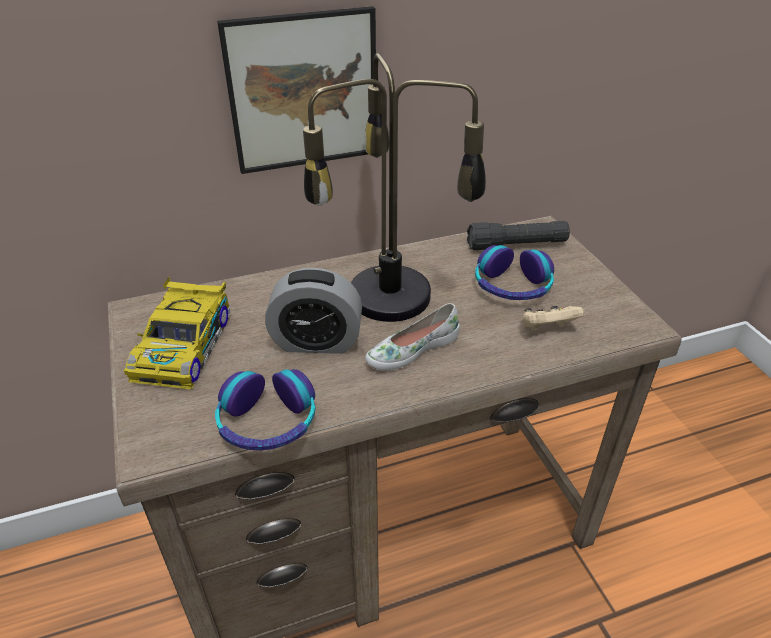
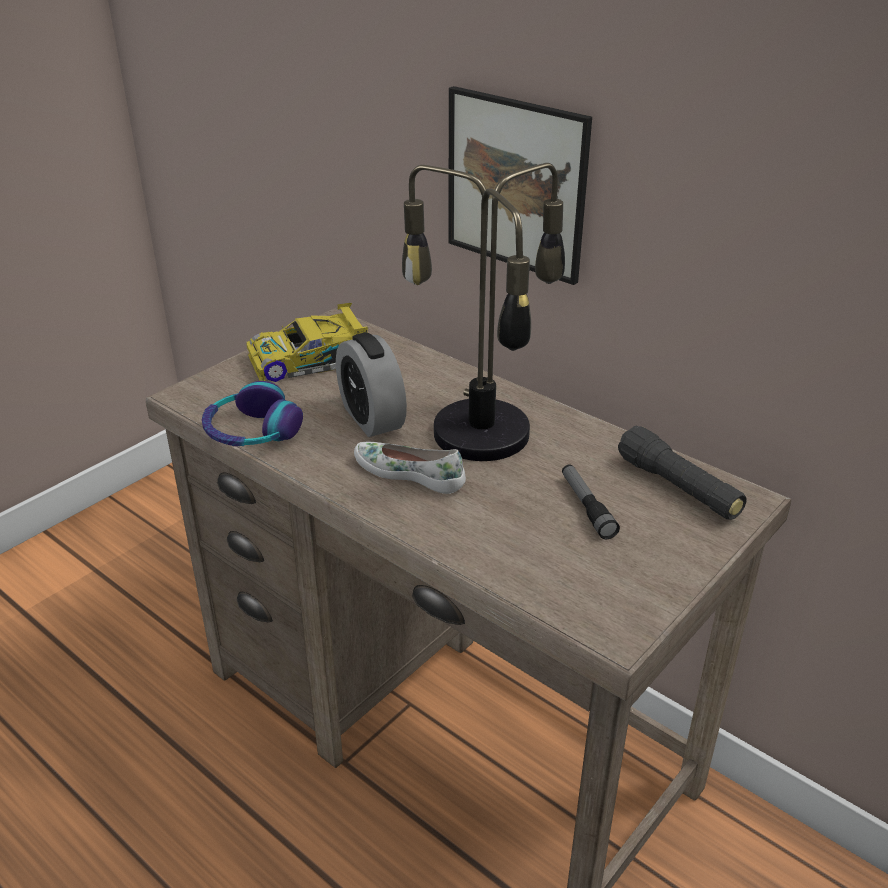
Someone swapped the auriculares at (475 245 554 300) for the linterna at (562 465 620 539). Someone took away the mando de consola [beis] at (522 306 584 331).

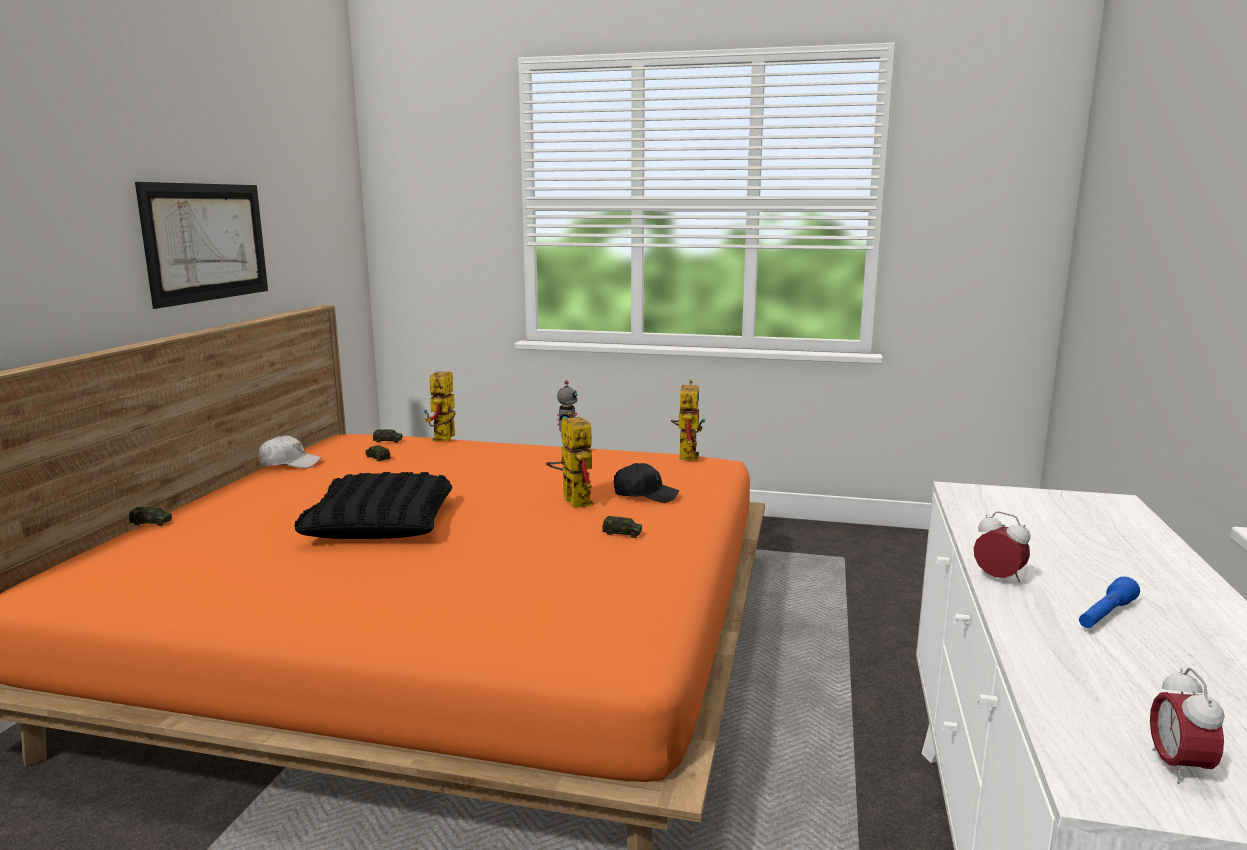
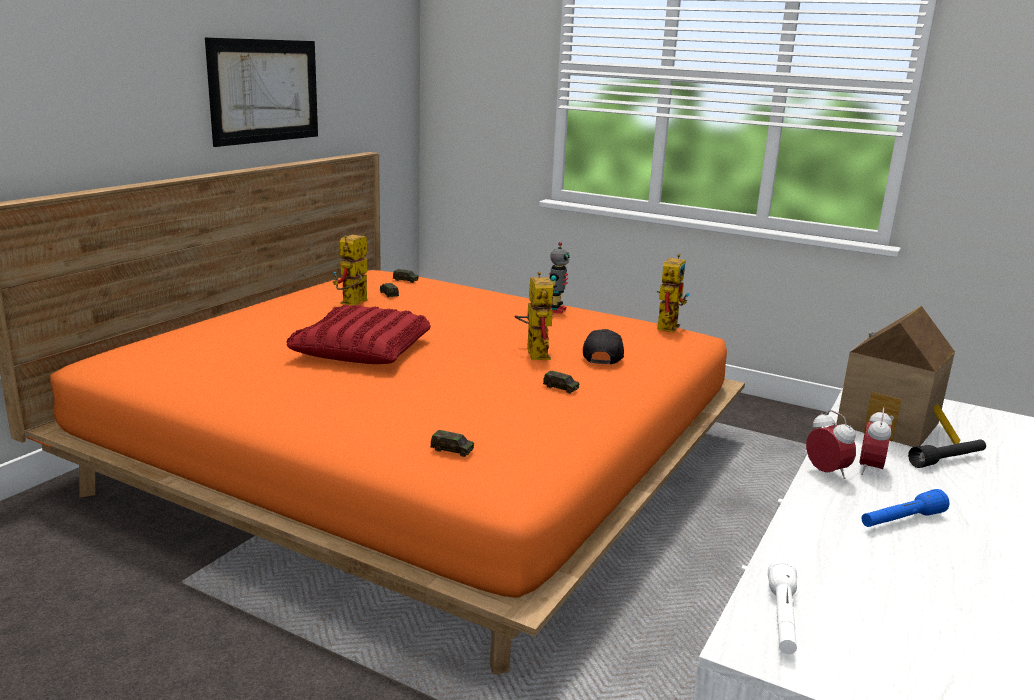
Someone carried the coche de juguete from (129 507 172 526) to (430 430 474 457). Someone took away the gorra [blanco] at (258 436 321 468). Someone repainted the cojín [negro] at (295 472 452 539), which became the cojín [rojo] at (287 305 431 364). Someone carried the robot de juguete from (424 371 456 441) to (333 235 367 305). Someone rotated the gorra [negro] at (614 463 679 503) by 105 degrees counterclockwise. Someone carried the despertador from (1150 667 1225 784) to (859 408 892 475). Someone put down the linterna [blanco] at (768 560 797 654). Someone put down the casita at (836 306 961 447). Someone put down the linterna [negro] at (908 439 986 468).

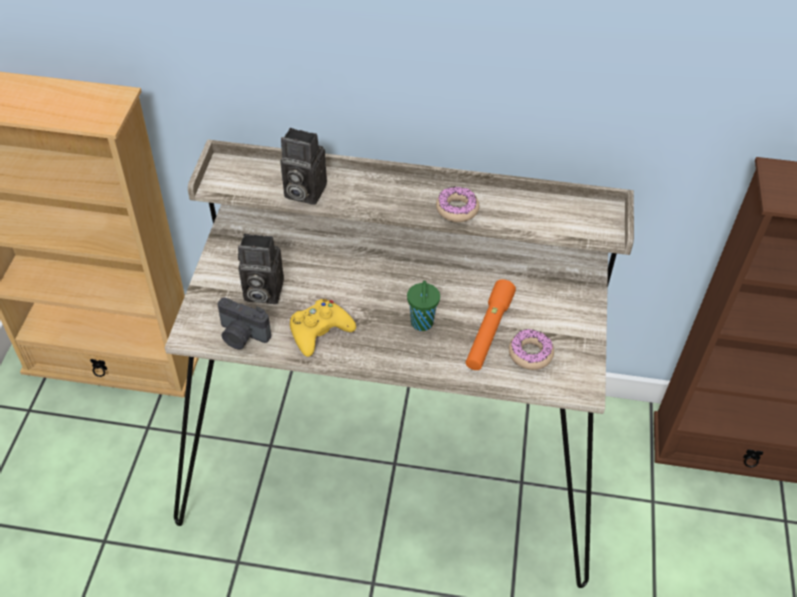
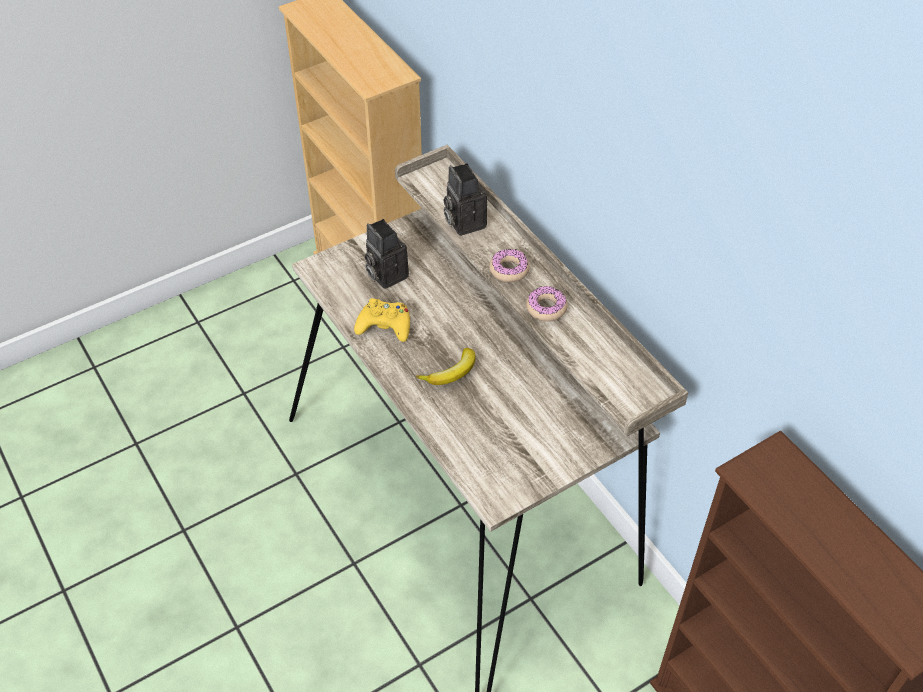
Someone took away the cámara at (217 297 271 349). Someone swapped the taza [verde] at (407 281 440 331) for the plátano at (416 348 475 385). Someone took away the linterna [naranja] at (466 279 516 370). Someone carried the rosquilla from (509 329 554 370) to (489 249 529 282).

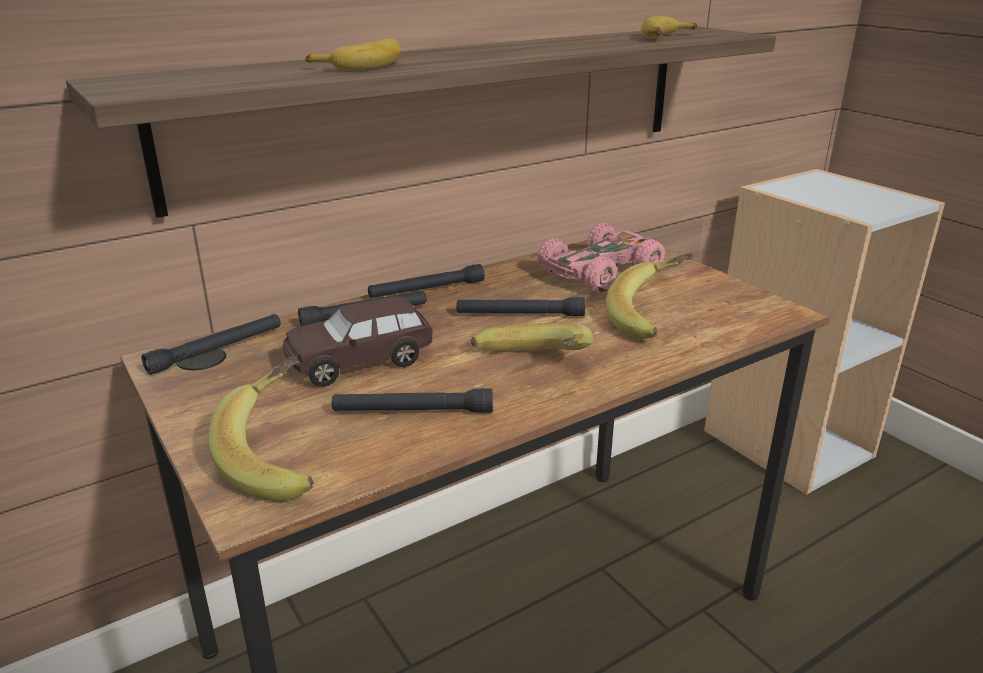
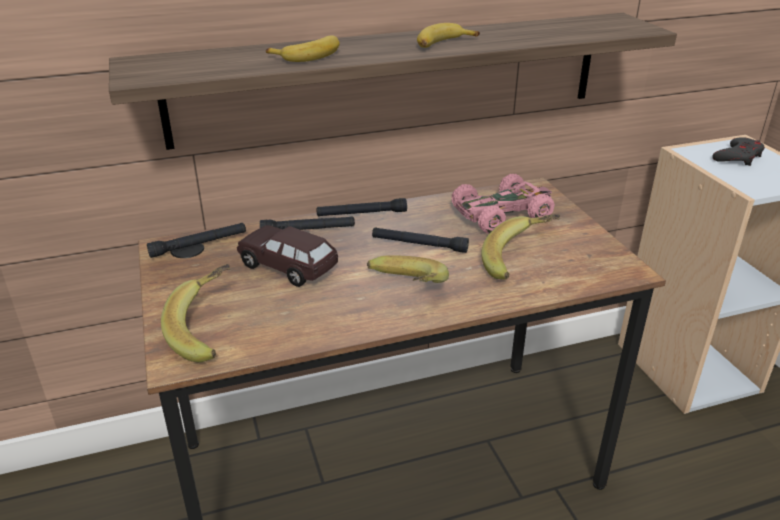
Someone rotated the coche de juguete [marrón] at (283 296 433 387) by 45 degrees clockwise. Someone took away the linterna [negro] at (332 388 493 413). Someone carried the plátano from (641 16 697 39) to (417 23 480 48). Someone put down the mando de consola [gris] at (712 137 765 166).

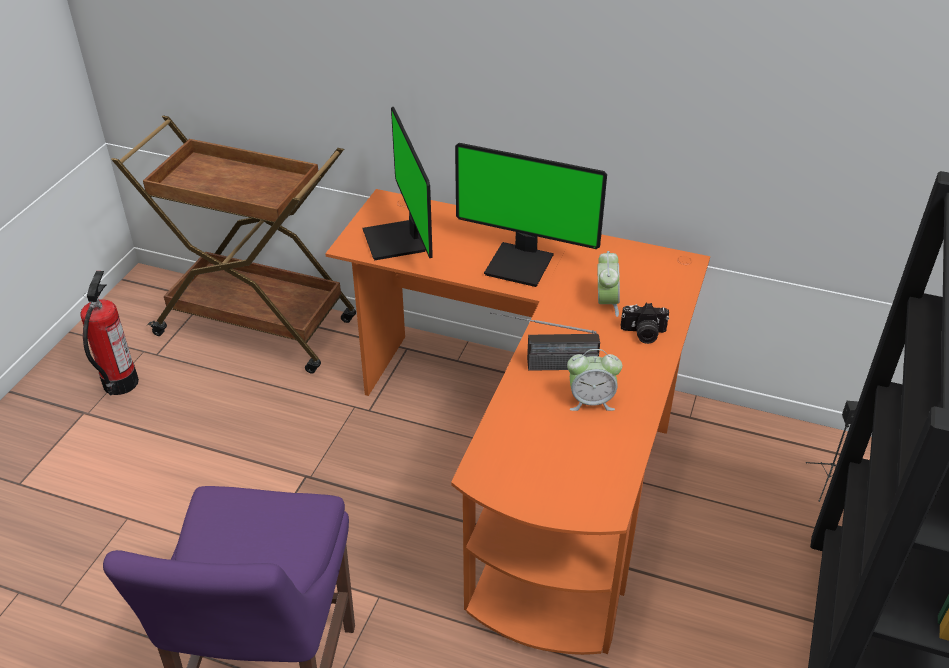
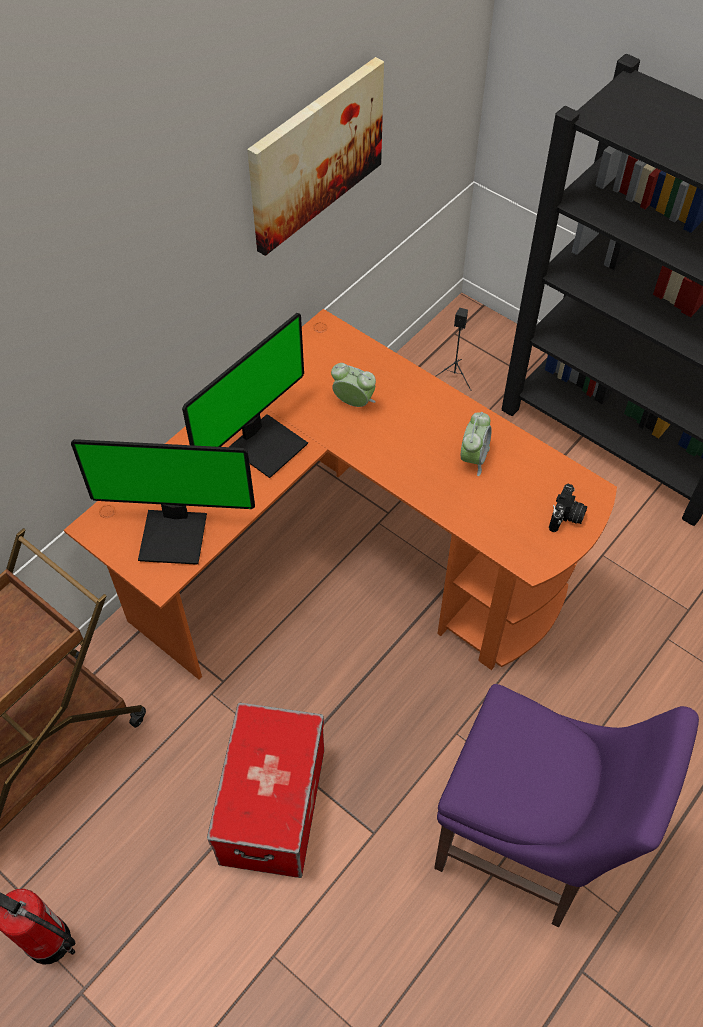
Someone took away the radio at (490 312 600 371). Someone carried the cámara from (621 303 669 344) to (549 484 587 532). Someone put down the caja de almacenaje at (207 703 324 878). Someone put up the cuadro at (247 57 384 256).

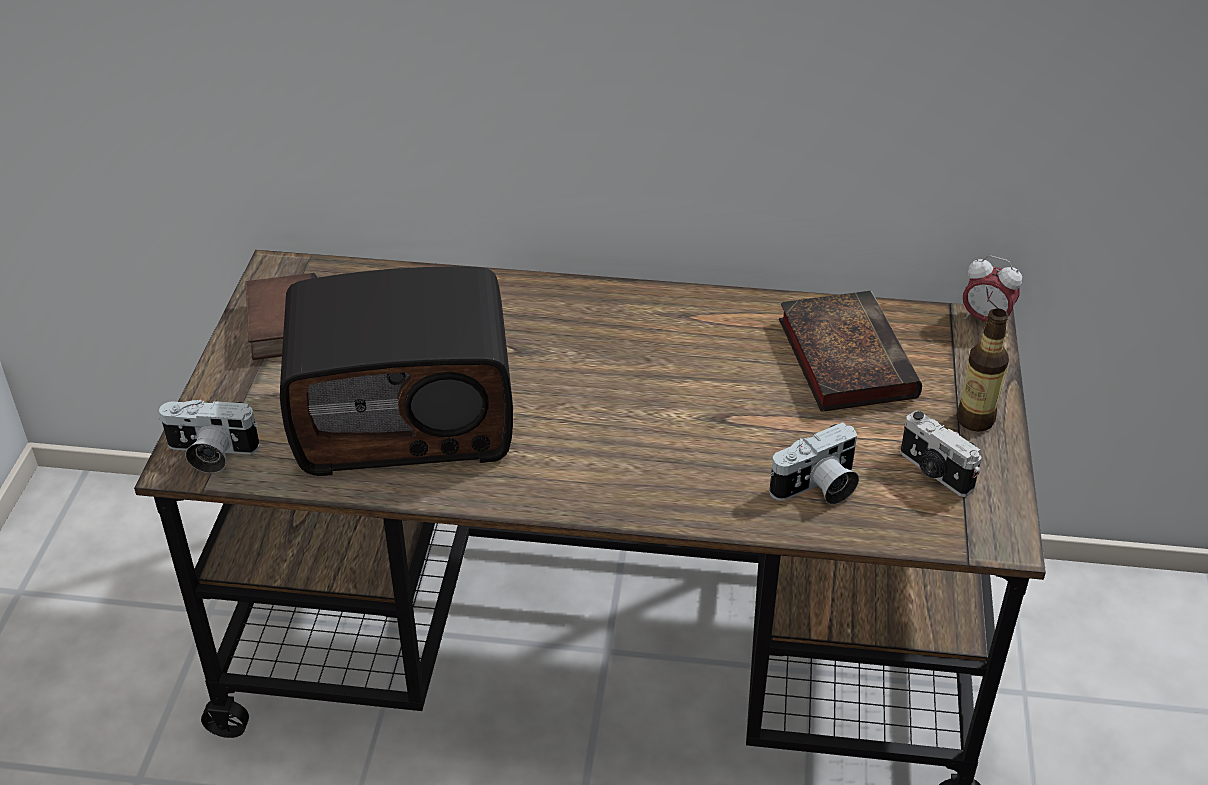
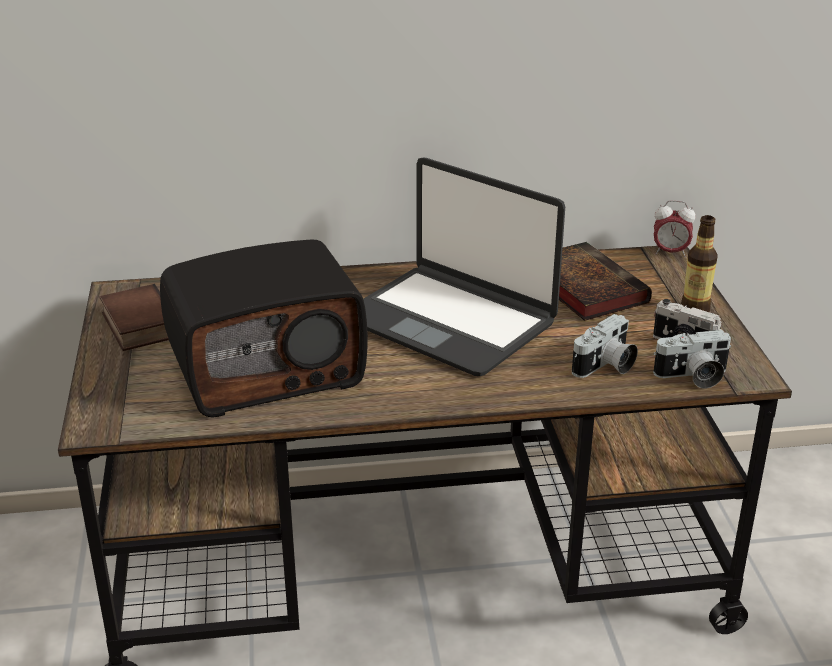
Someone carried the cámara from (159 399 260 473) to (653 330 731 388). Someone put down the portátil at (363 158 565 376).

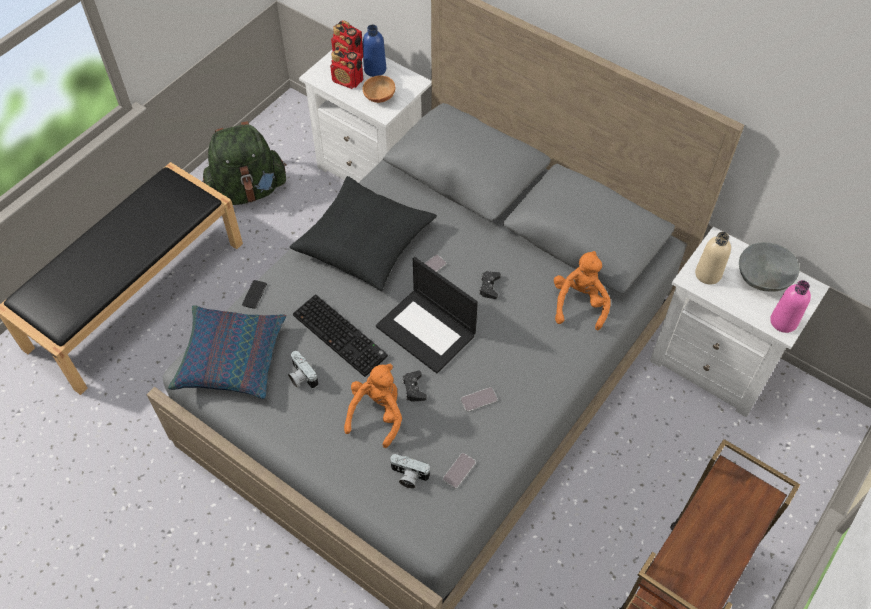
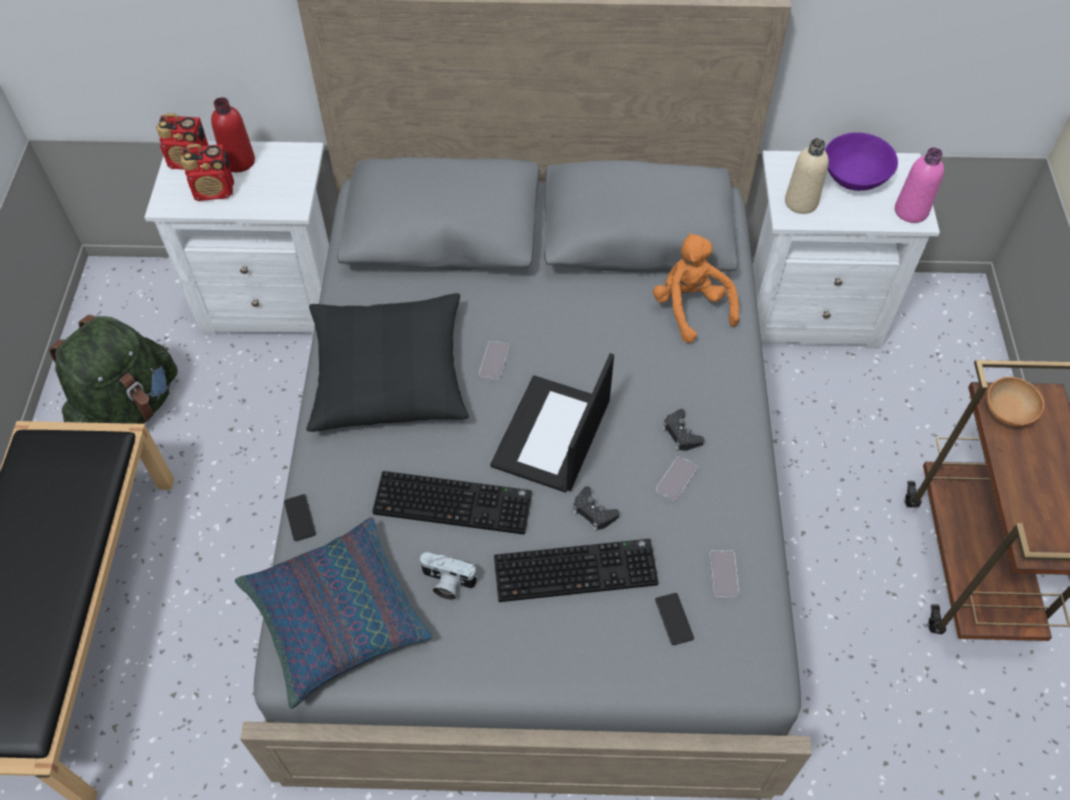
Someone swapped the peluche [naranja] at (344 364 402 448) for the teclado at (494 539 659 602). Someone repainted the botella [azul] at (363 24 386 77), which became the botella [rojo] at (211 97 255 172). Someone carried the cuenco [marrón] from (363 75 395 103) to (986 377 1044 427). Someone rotated the portátil at (376 257 478 374) by 105 degrees clockwise. Someone swapped the cámara at (389 454 431 489) for the móvil at (655 593 694 645). Someone carried the mando de consola [negro] from (479 271 501 299) to (662 409 704 451). Someone repainted the cuenco [gris] at (739 242 800 292), which became the cuenco [morado] at (825 132 898 191).

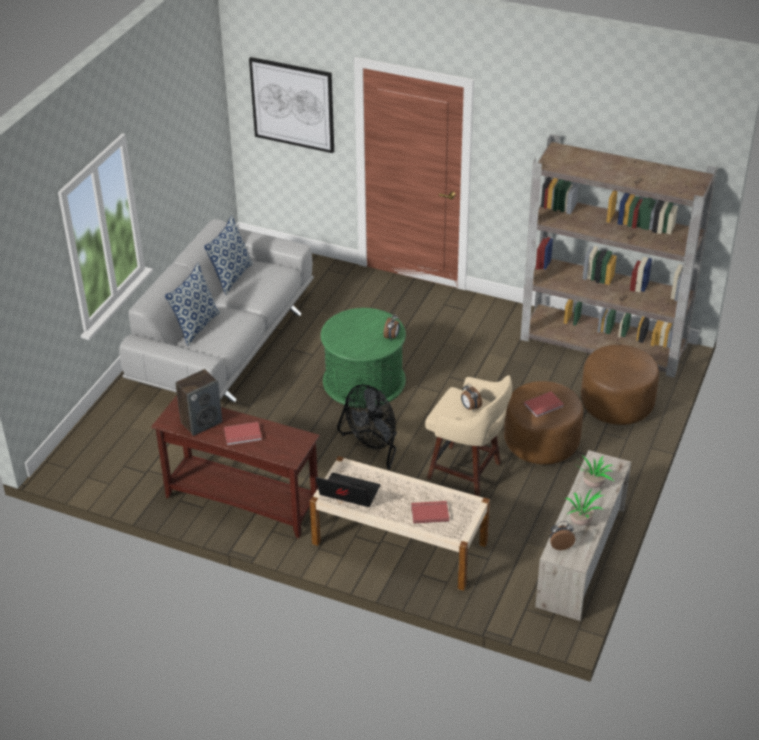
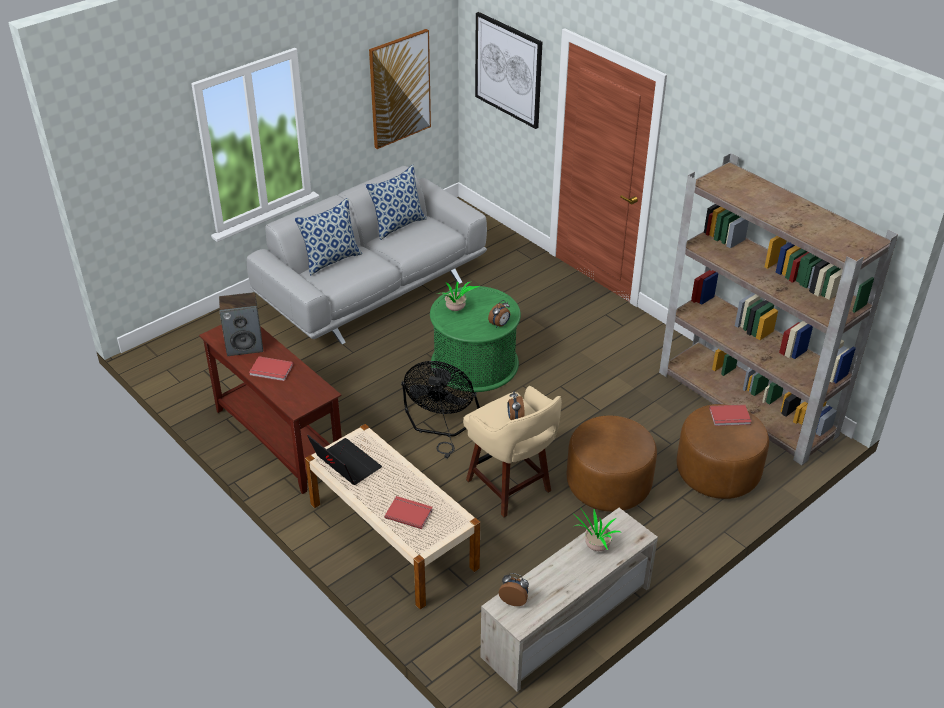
Someone rotated the ventilador [negro] at (337 385 397 470) by 120 degrees clockwise. Someone carried the libro [rojo] from (524 391 564 417) to (709 405 751 426). Someone carried the planta en maceta from (565 489 604 526) to (436 282 479 311). Someone put up the cuadro at (369 29 431 149).

